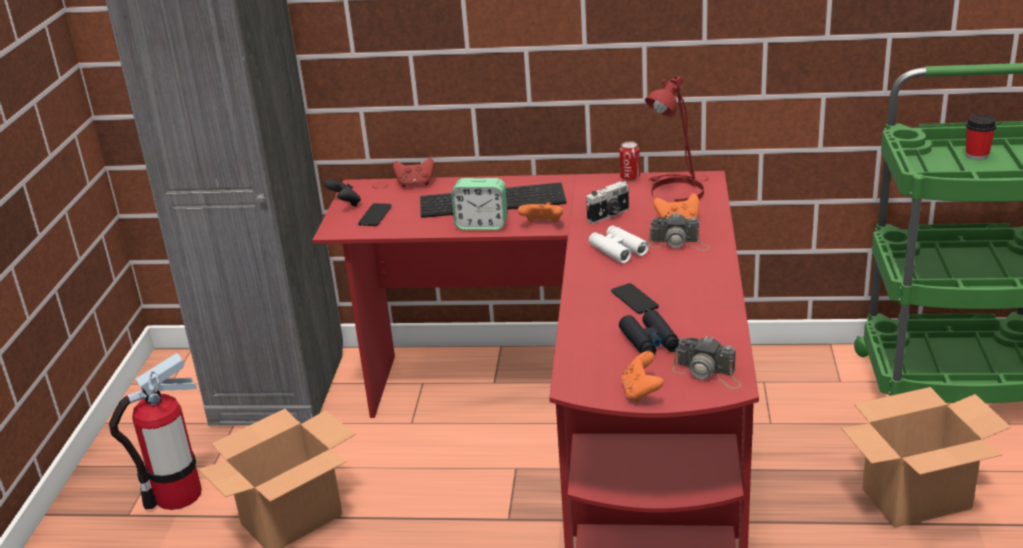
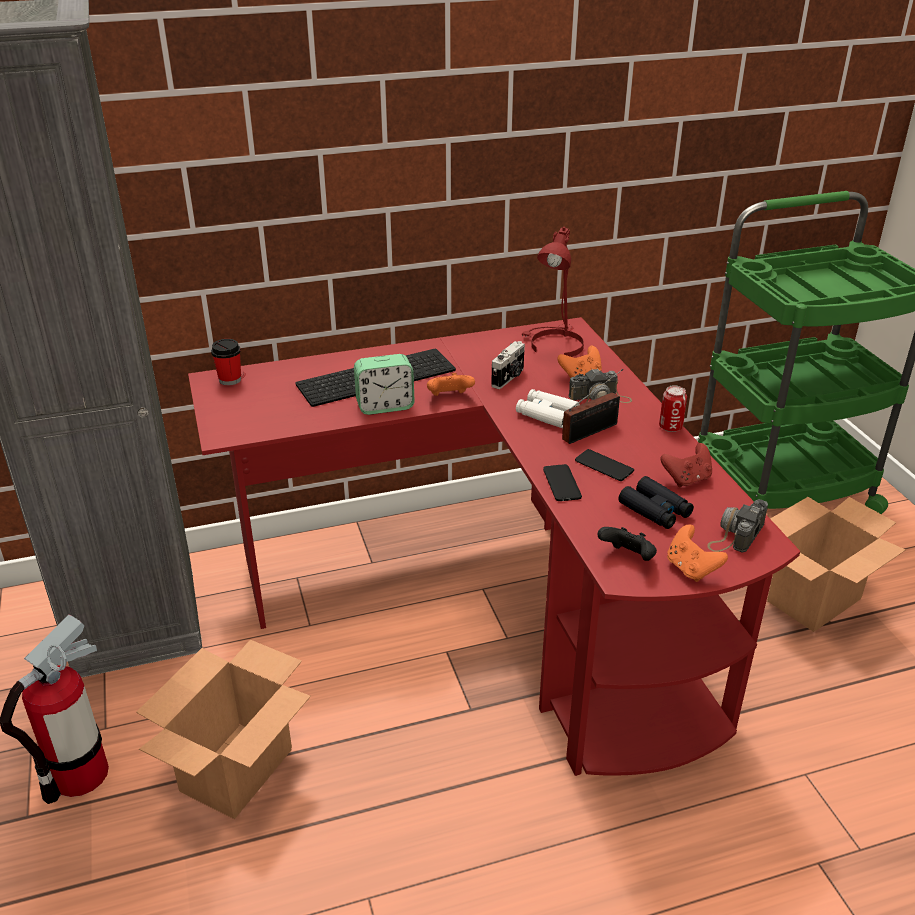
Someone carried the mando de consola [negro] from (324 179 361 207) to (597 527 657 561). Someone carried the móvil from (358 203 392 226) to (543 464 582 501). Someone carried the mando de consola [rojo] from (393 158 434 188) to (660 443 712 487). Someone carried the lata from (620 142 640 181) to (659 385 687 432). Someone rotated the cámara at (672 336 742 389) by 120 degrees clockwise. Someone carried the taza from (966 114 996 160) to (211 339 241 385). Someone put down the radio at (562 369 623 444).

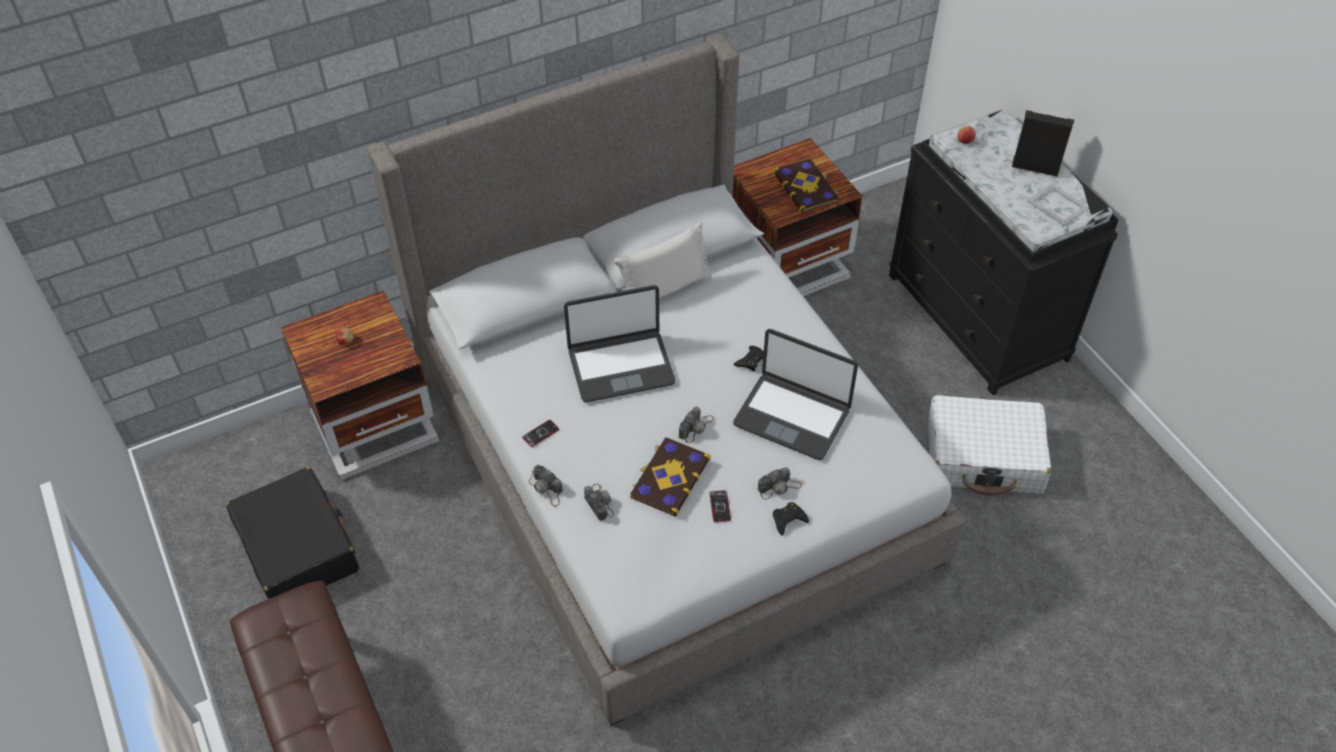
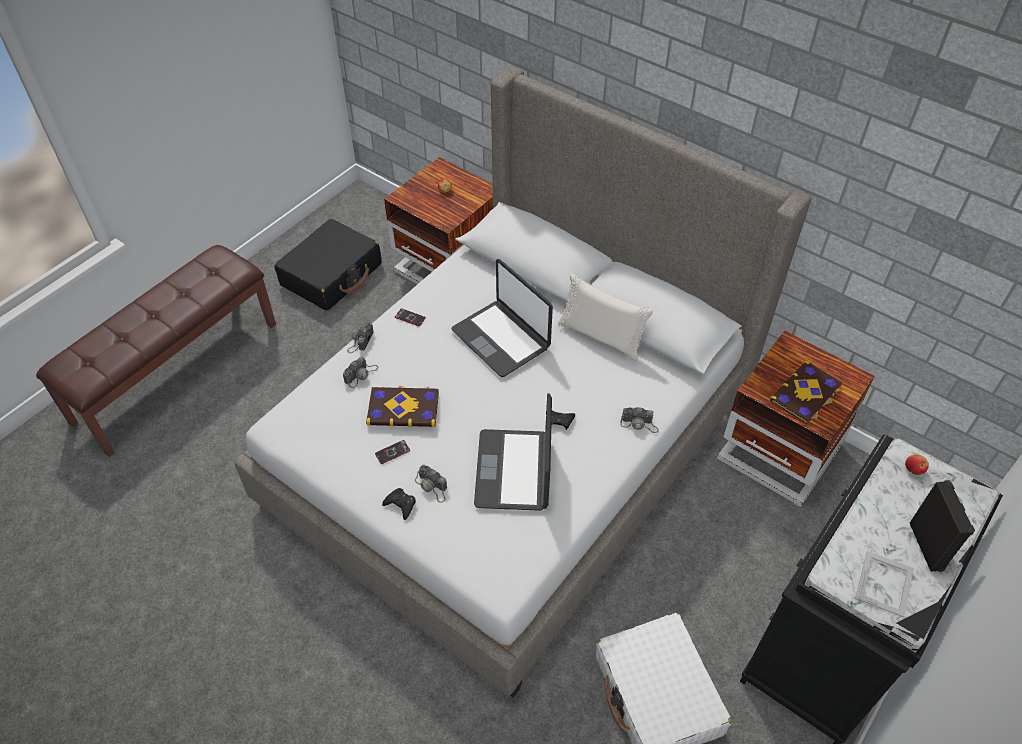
Someone carried the cámara from (679 407 714 444) to (620 407 659 433).

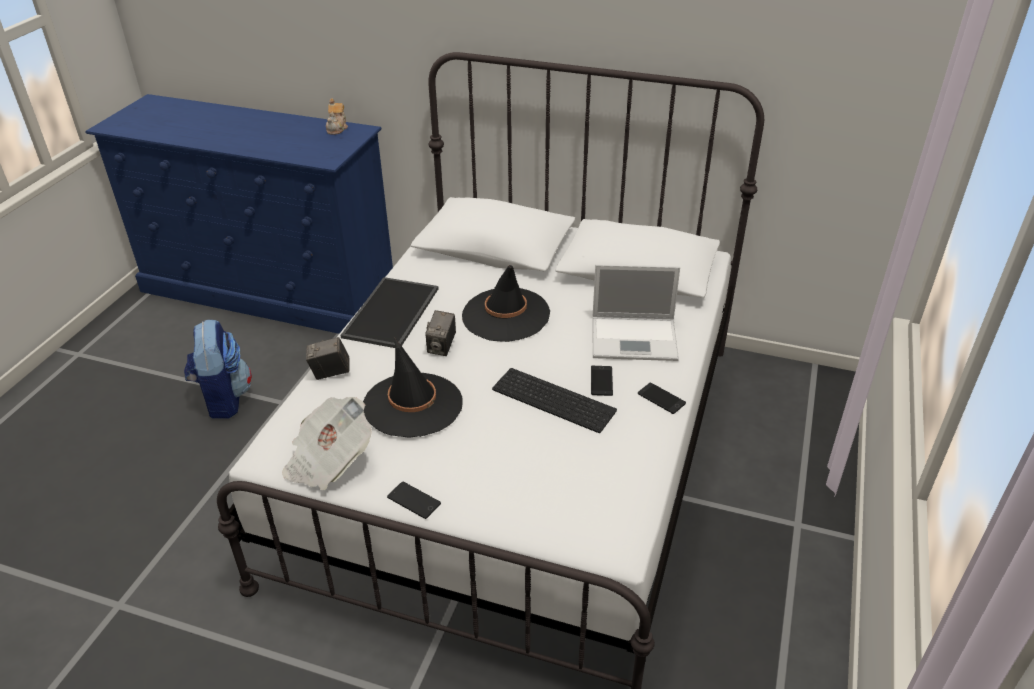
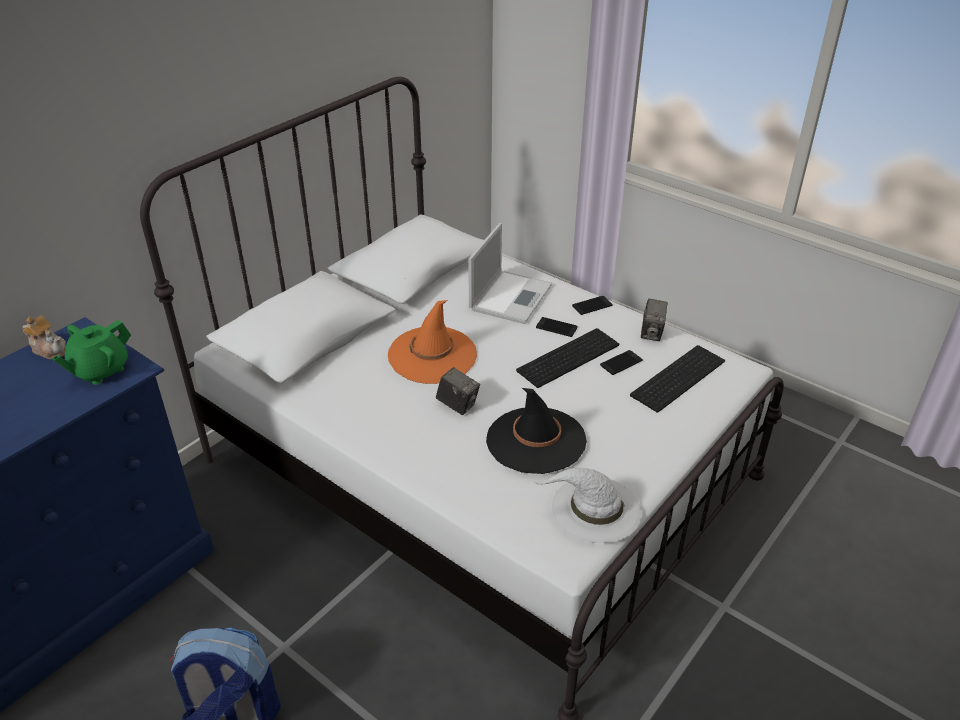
Someone swapped the periódico at (282 397 372 490) for the sombrero [blanco] at (533 468 641 543). Someone carried the cámara from (306 337 350 380) to (641 299 668 341). Someone took away the bandeja at (340 277 439 348). Someone carried the móvil from (387 482 441 519) to (600 350 643 375). Someone repainted the sombrero [negro] at (462 265 550 342), which became the sombrero [naranja] at (388 300 477 384). Someone put down the tetera [verde] at (52 320 131 385). Someone put down the teclado at (630 345 725 413).

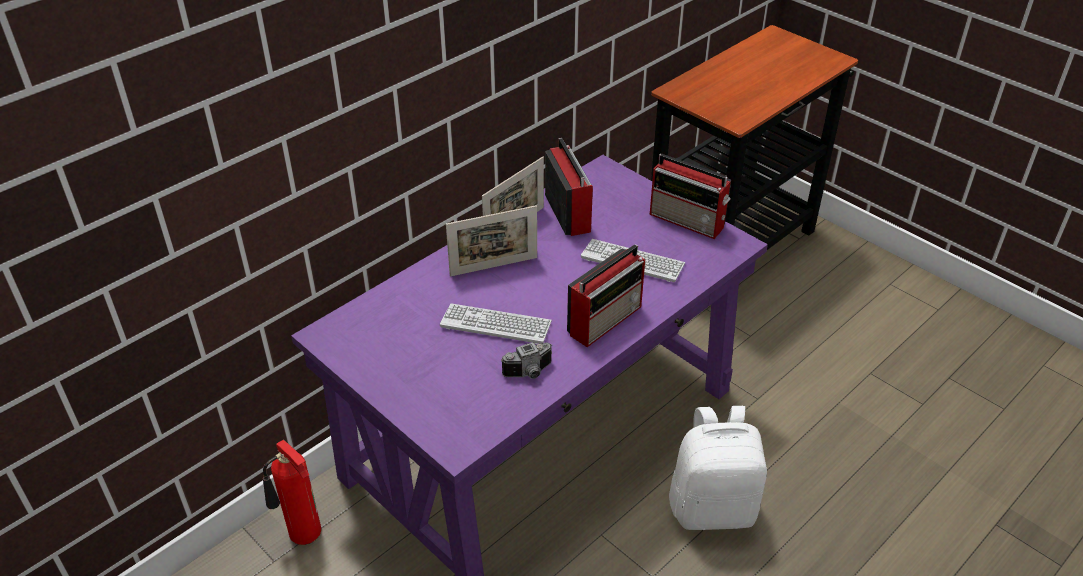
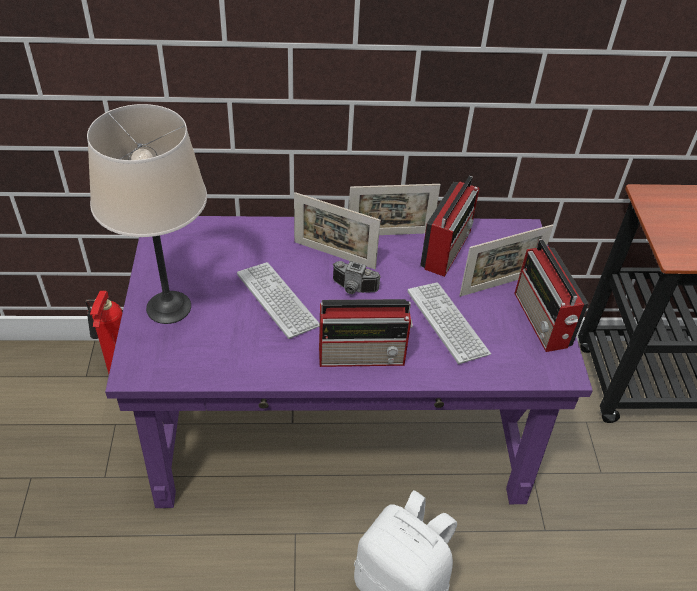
Someone carried the cámara from (501 342 552 379) to (332 261 381 294). Someone put down the lámpara de mesa [beis] at (87 104 207 324). Someone put down the portarretratos at (459 224 553 297).

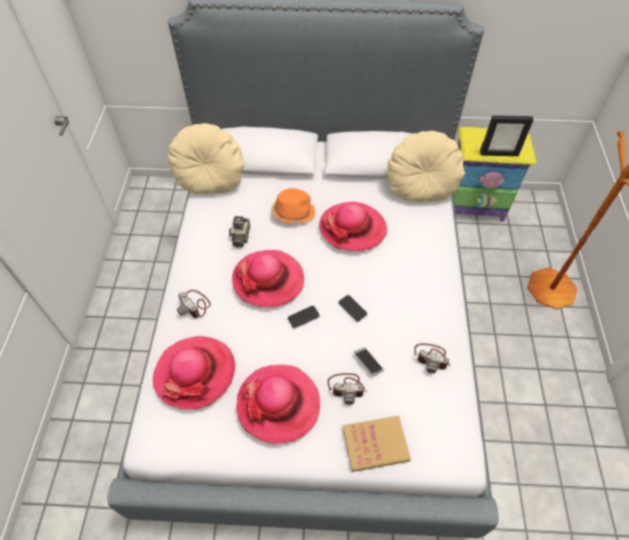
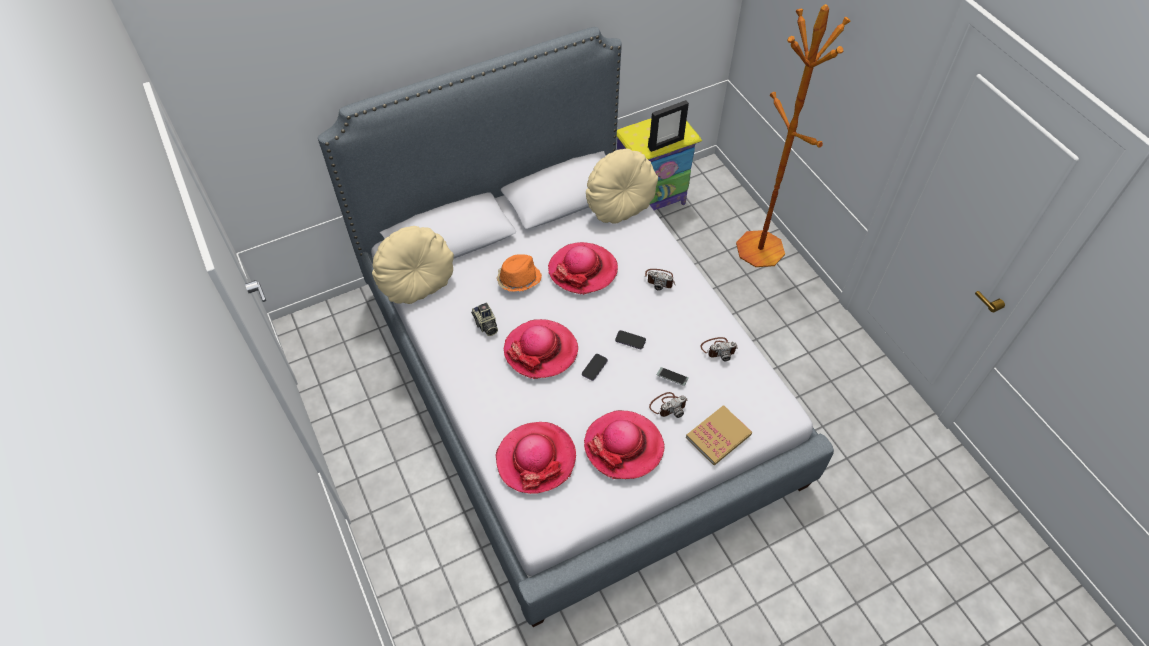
Someone carried the cámara from (177 290 211 318) to (645 269 675 291).

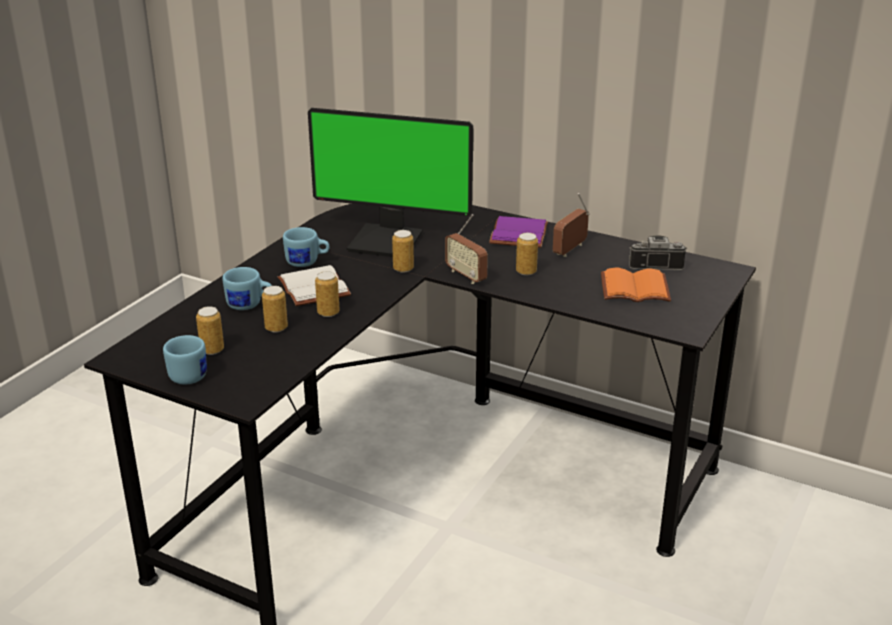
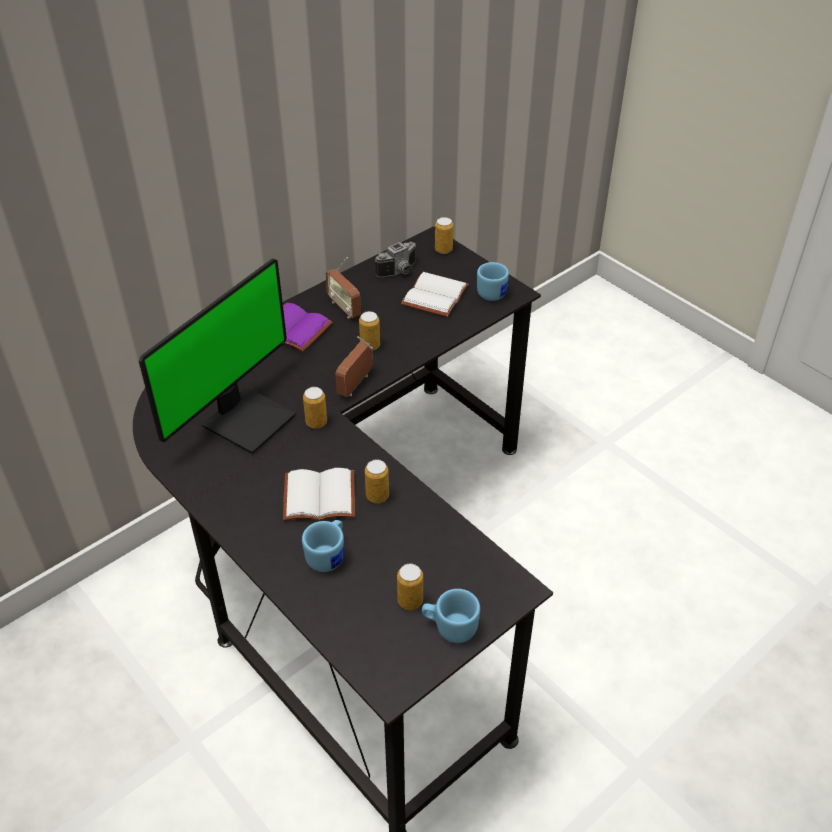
Someone carried the lata from (262 286 288 332) to (435 217 453 254). Someone carried the taza grande [azul] from (283 227 329 267) to (477 262 509 301). Someone rotated the radio at (445 214 488 284) by 135 degrees clockwise. Someone repainted the libro [naranja] at (601 268 671 302), which became the libro [blanco] at (401 272 469 317). Someone rotated the cámara at (629 235 687 271) by 150 degrees counterclockwise.

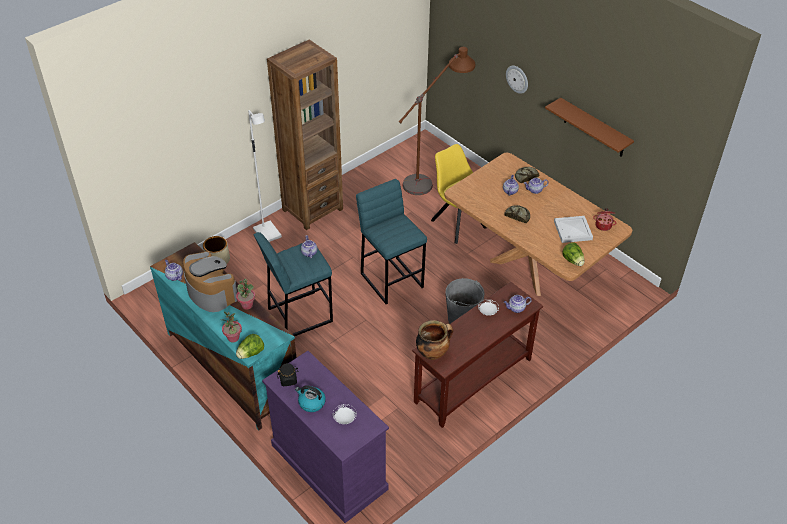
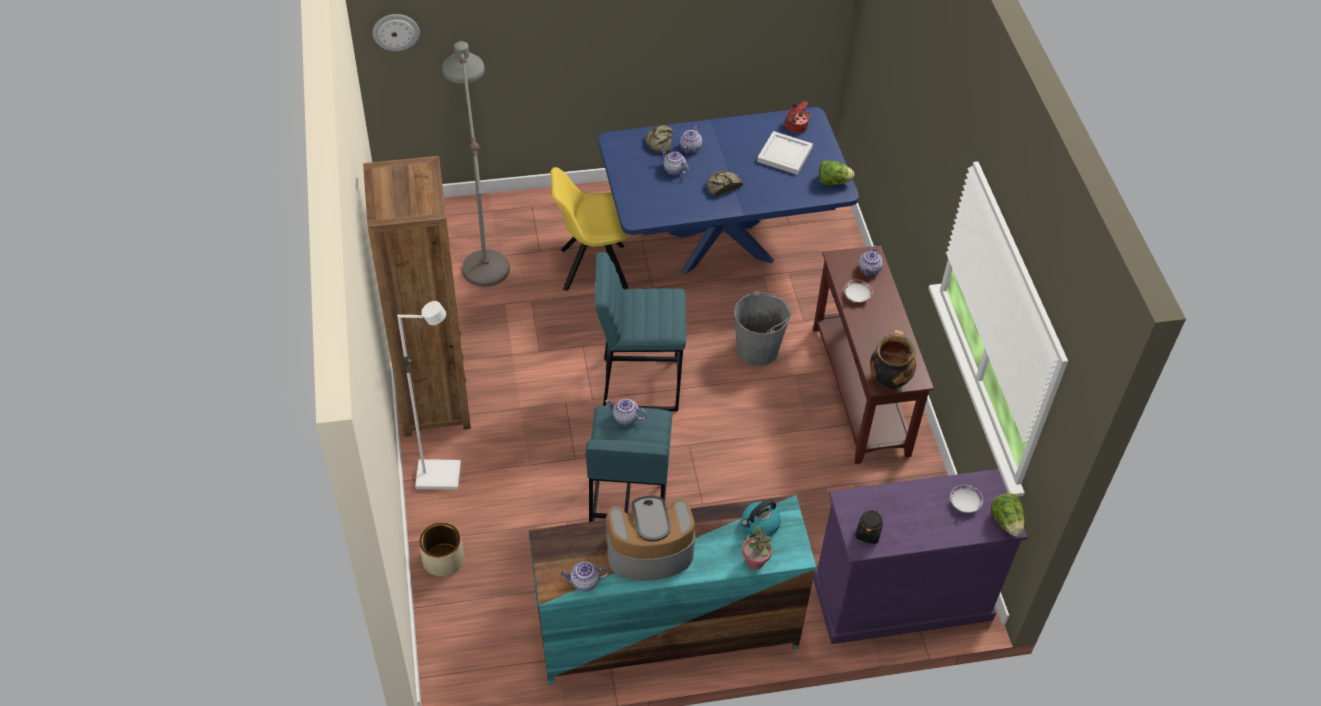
Someone took away the planta en maceta at (236 278 255 310). Someone carried the lechuga from (236 334 264 359) to (991 493 1025 536). Someone carried the hervidor from (295 385 326 412) to (741 499 781 537). Someone repainted the lámpara de pie [marrón] at (398 47 475 195), which became the lámpara de pie [gris] at (442 41 510 287). Someone repainted the mesa de comedor [marrón] at (445 153 633 296), which became the mesa de comedor [azul] at (599 107 859 274). Someone carried the reloj de pared from (506 66 528 94) to (373 14 420 51). Someone took away the estante [marrón] at (545 98 634 157).

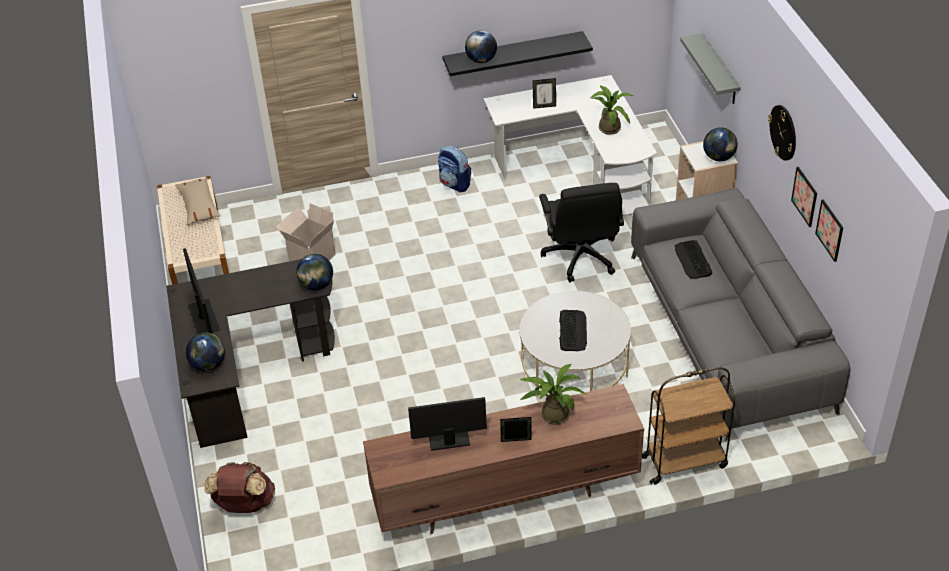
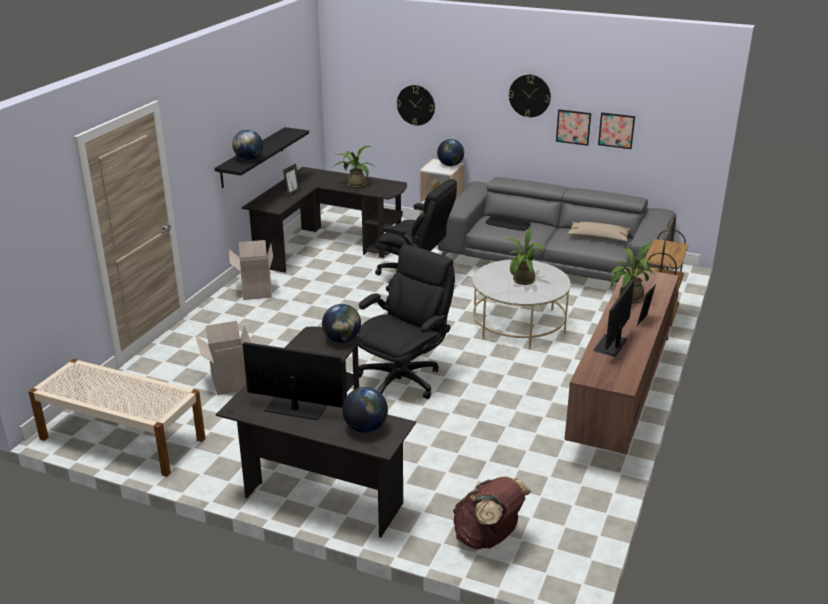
Someone carried the cojín [beis] from (175 178 221 224) to (567 222 631 241). Someone swapped the mochila at (438 146 471 192) for the caja de cartón at (229 240 273 300). Someone repainted the escritorio [blanco] at (483 75 657 216), which became the escritorio [negro] at (242 167 407 273). Someone swapped the teclado at (559 310 587 351) for the planta en maceta at (506 228 544 285). Someone swapped the estante [gris] at (680 33 741 104) for the reloj de pared at (397 85 435 126). Someone put down the silla de oficina [negro] at (357 244 455 399).

